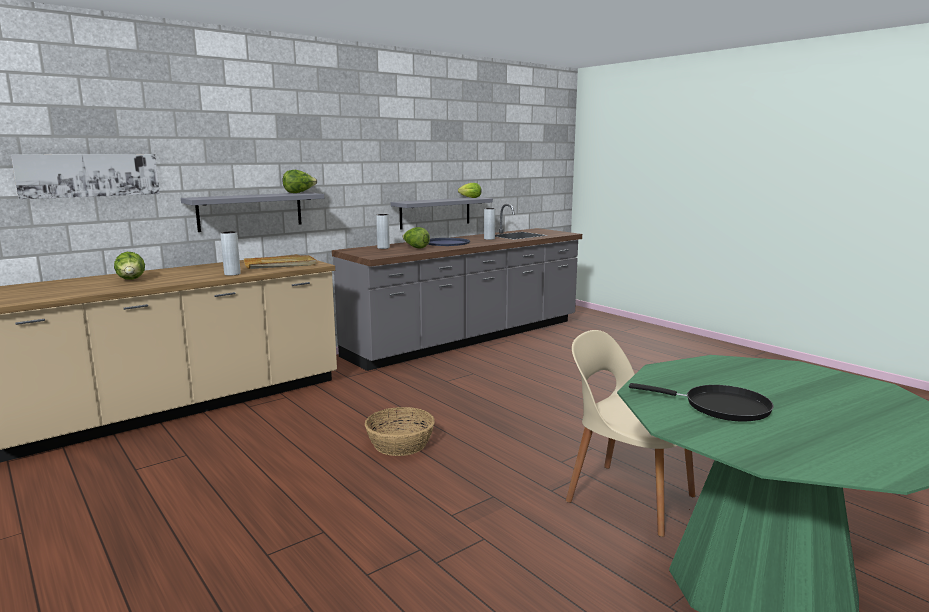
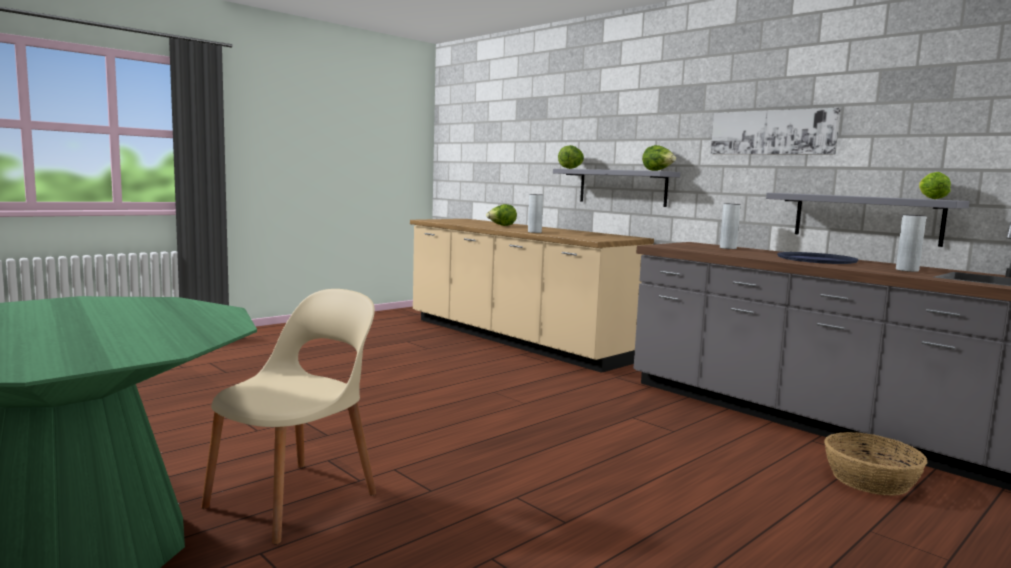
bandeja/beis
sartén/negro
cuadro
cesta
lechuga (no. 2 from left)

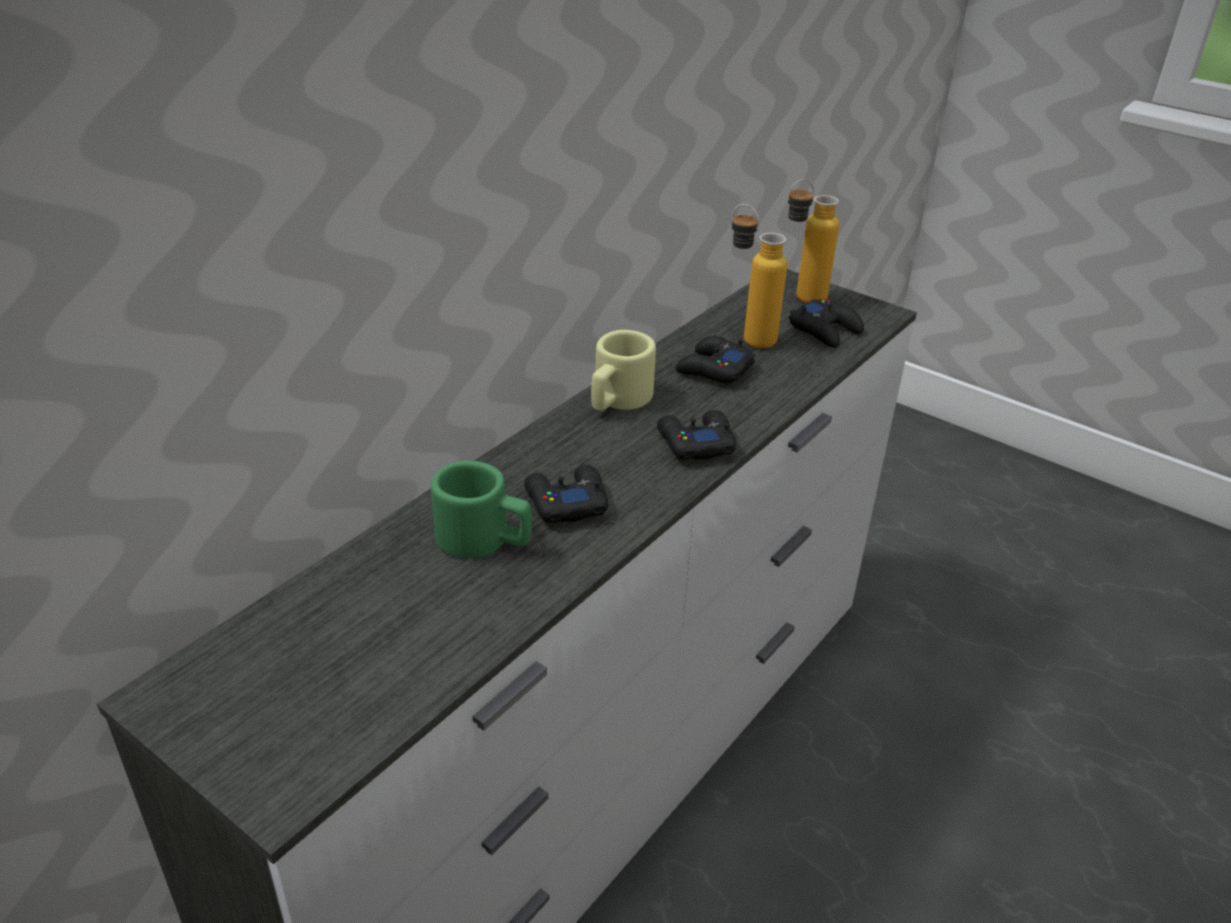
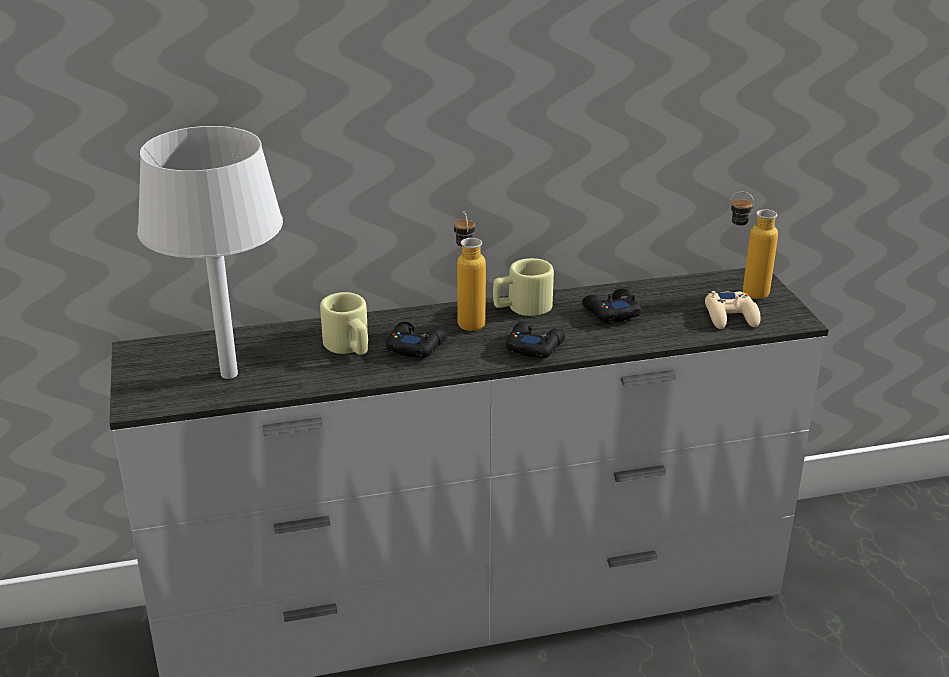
lámpara de mesa/gris
botella (no. 1 from left)
taza grande/beis (no. 1 from left)
mando de consola/beis

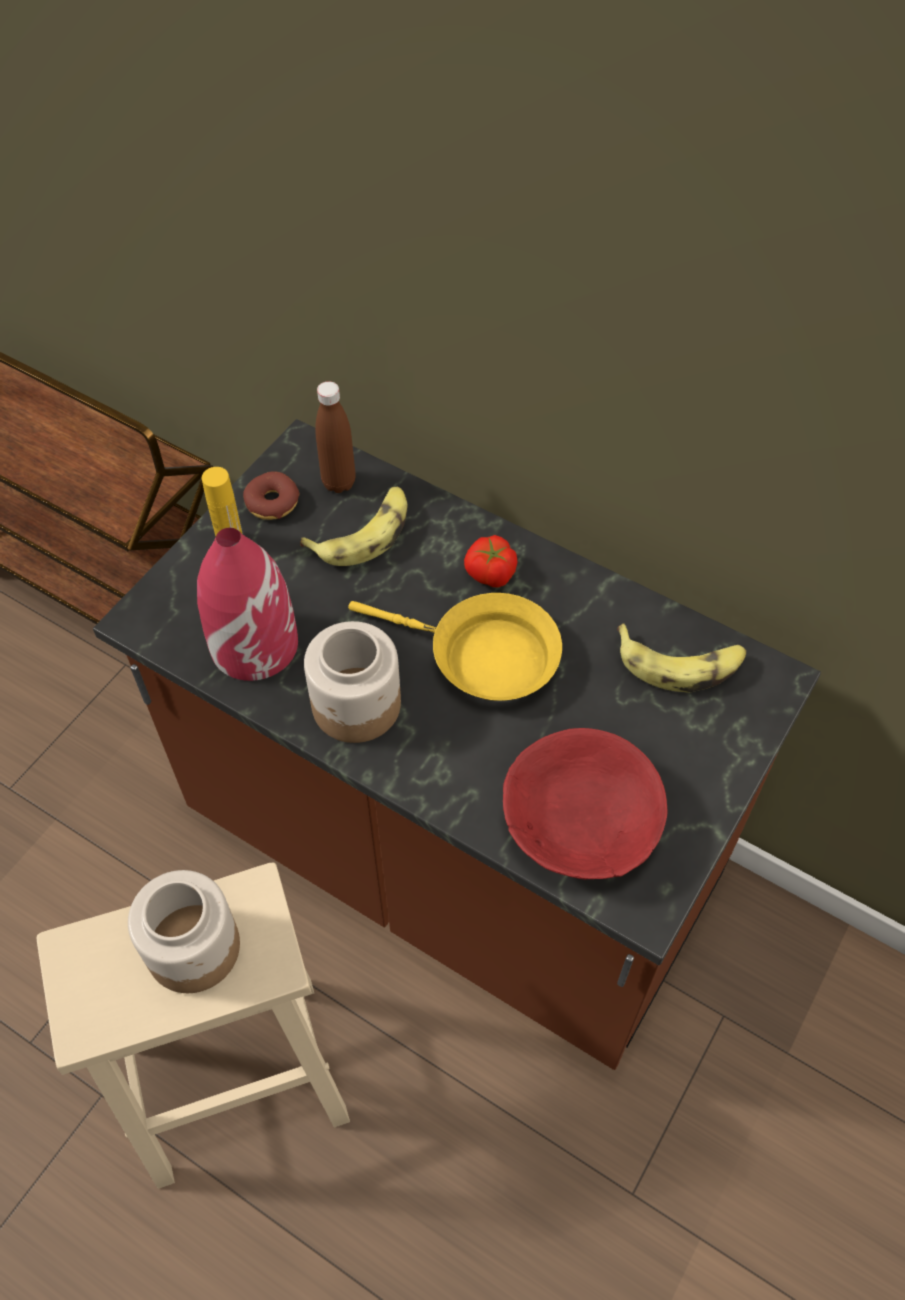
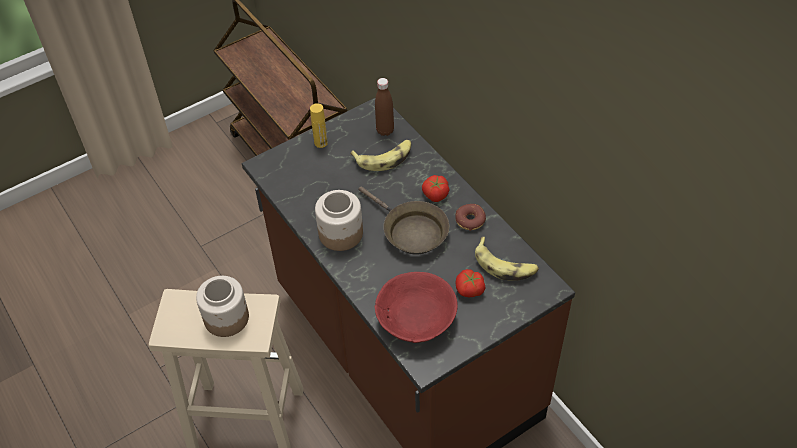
florero/rojo
tomate (no. 2 from left)
rosquilla
sartén/marrón

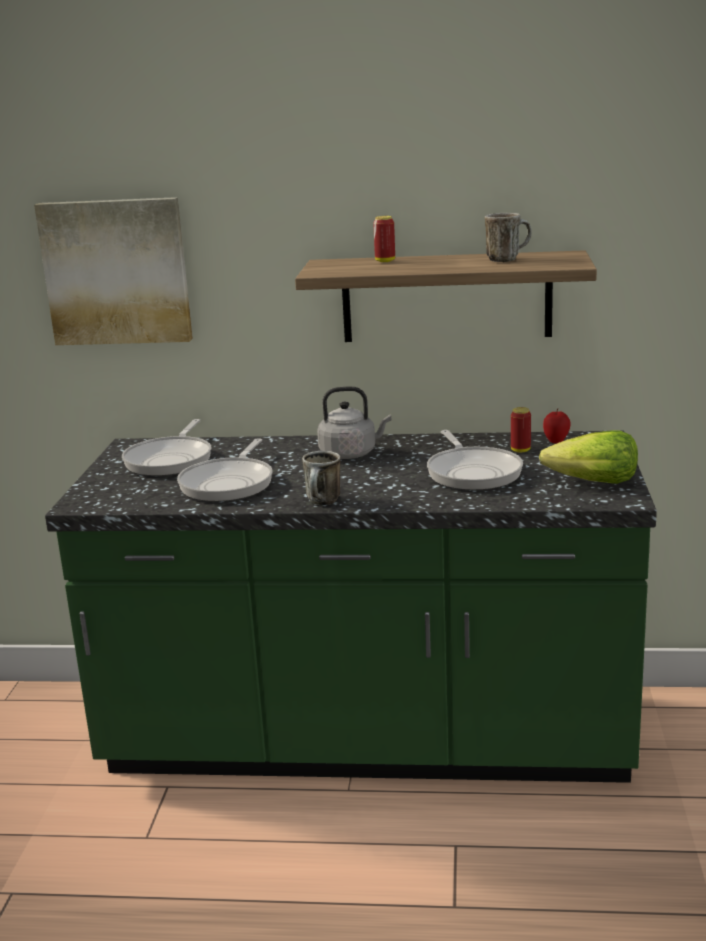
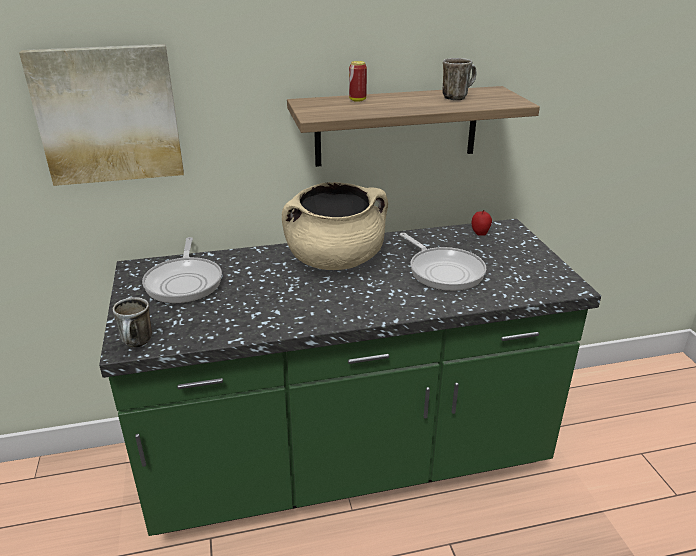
sartén (no. 2 from left in the first image)
lata (no. 2 from left in the first image)
lechuga
taza grande (no. 1 from left)
olla/beis

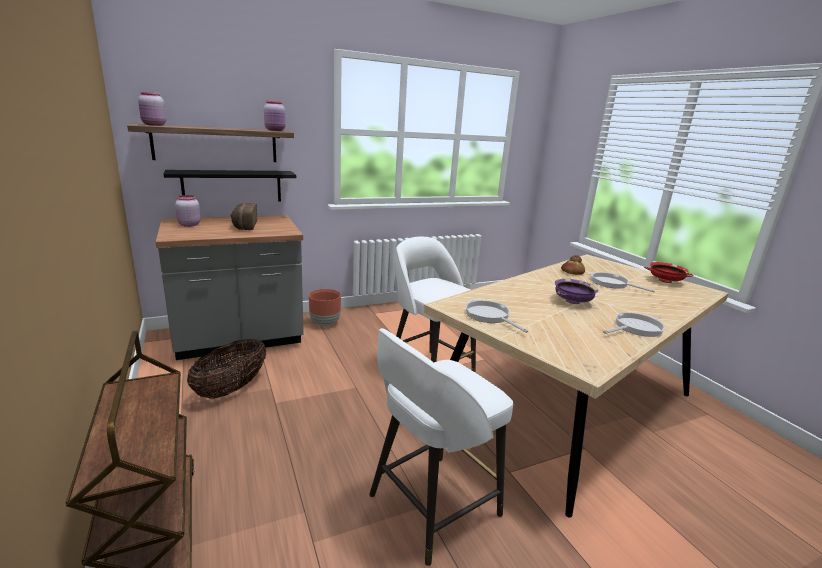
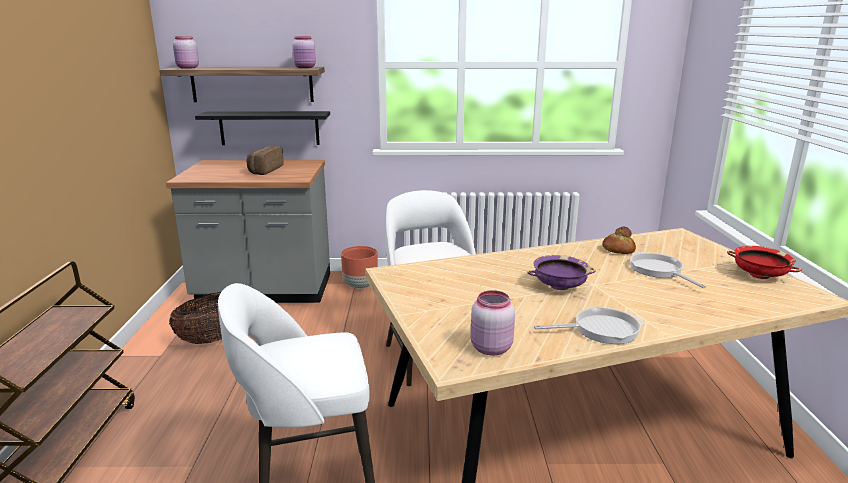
sartén (no. 1 from left in the first image)
tarro/rosa (no. 3 from left)

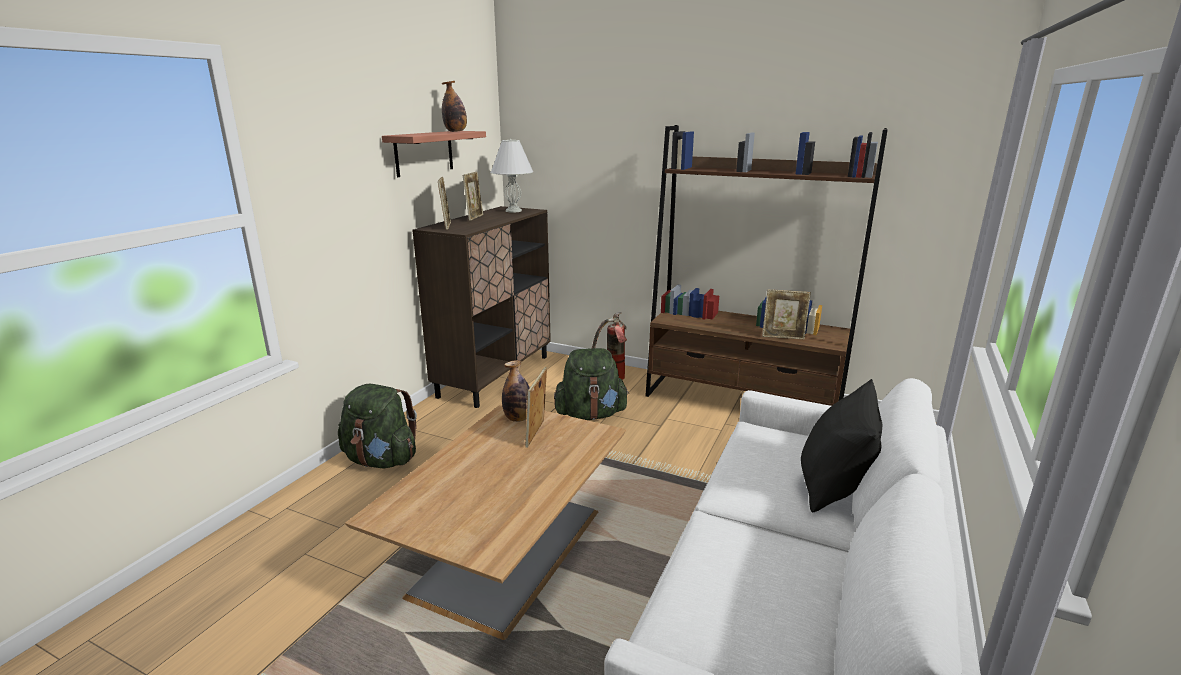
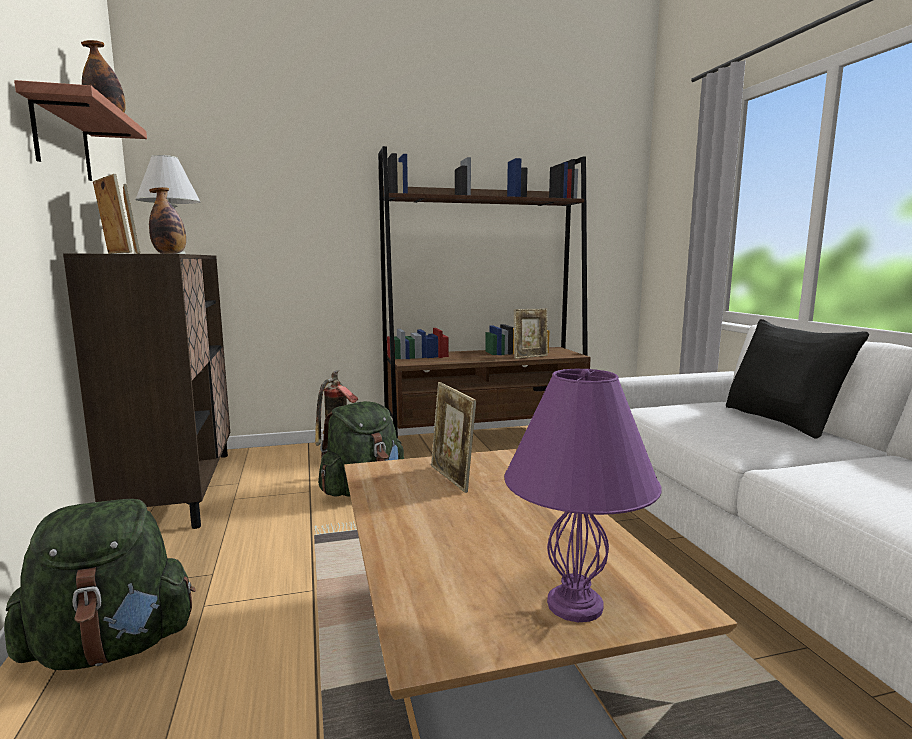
lámpara de mesa/morado
botella (no. 2 from left)

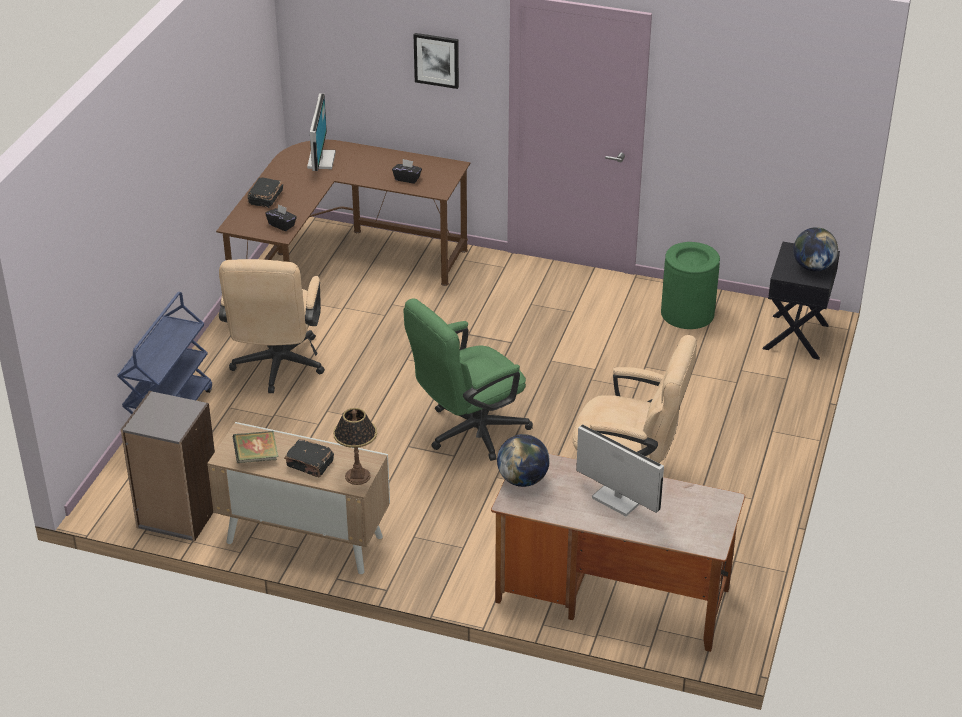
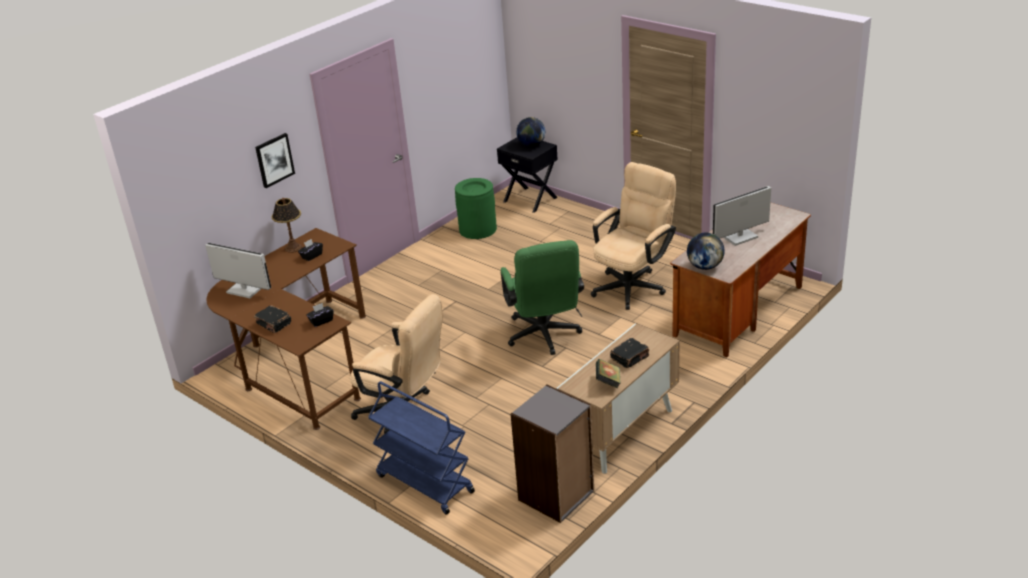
lámpara de mesa

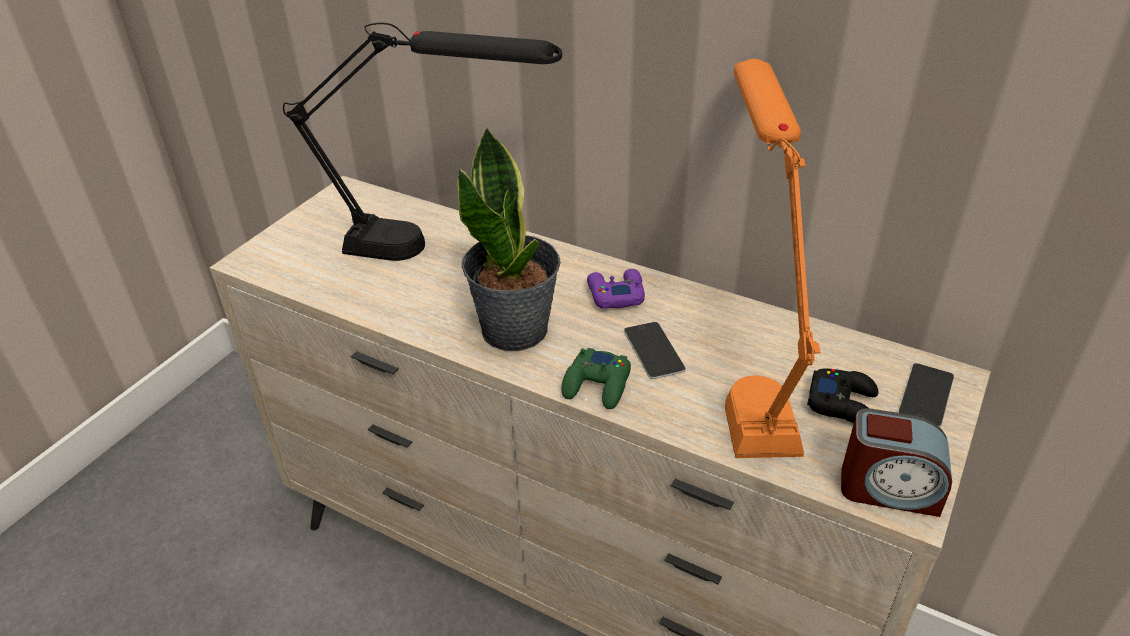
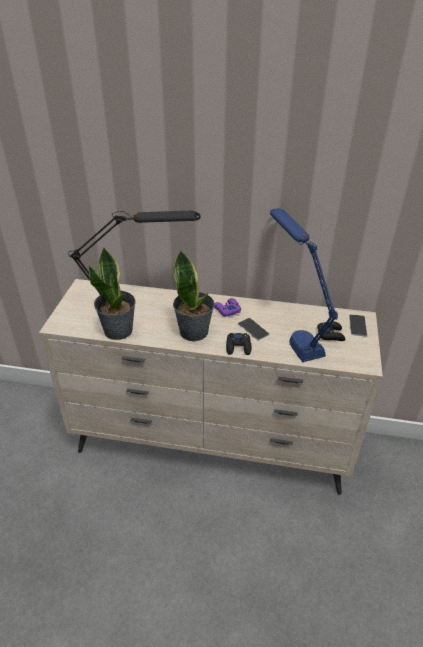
despertador
planta en maceta (no. 1 from left)
mando de consola/negro (no. 1 from left)
lámpara de mesa/azul

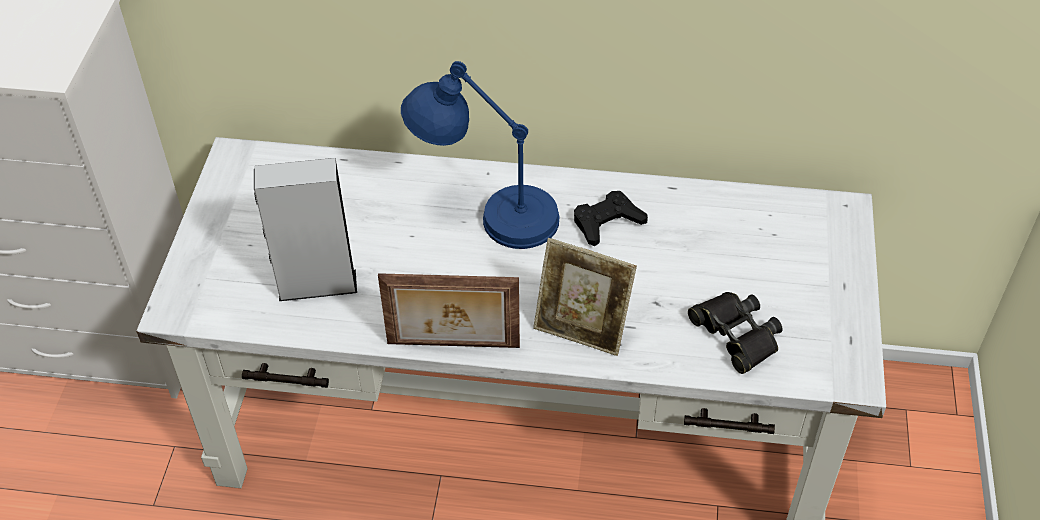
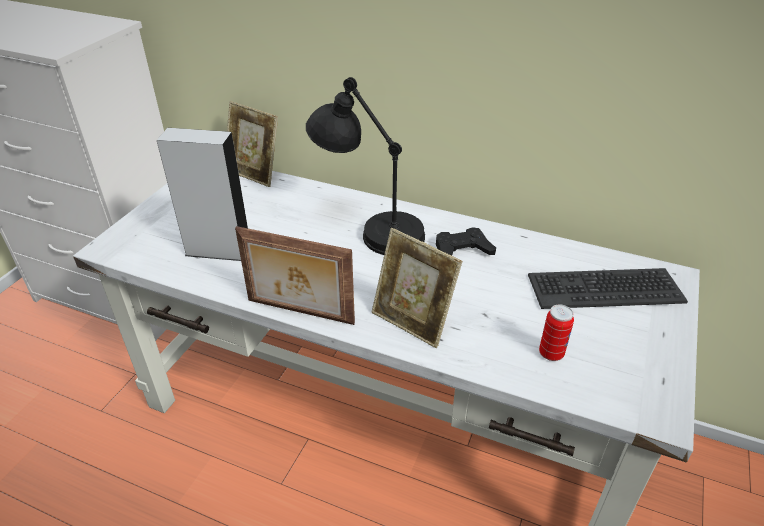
portarretratos (no. 1 from left)
teclado
lata
lámpara de mesa/negro

